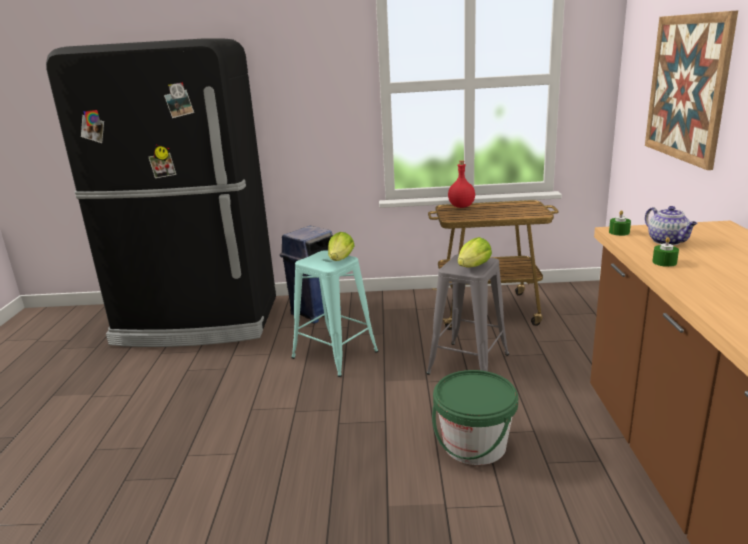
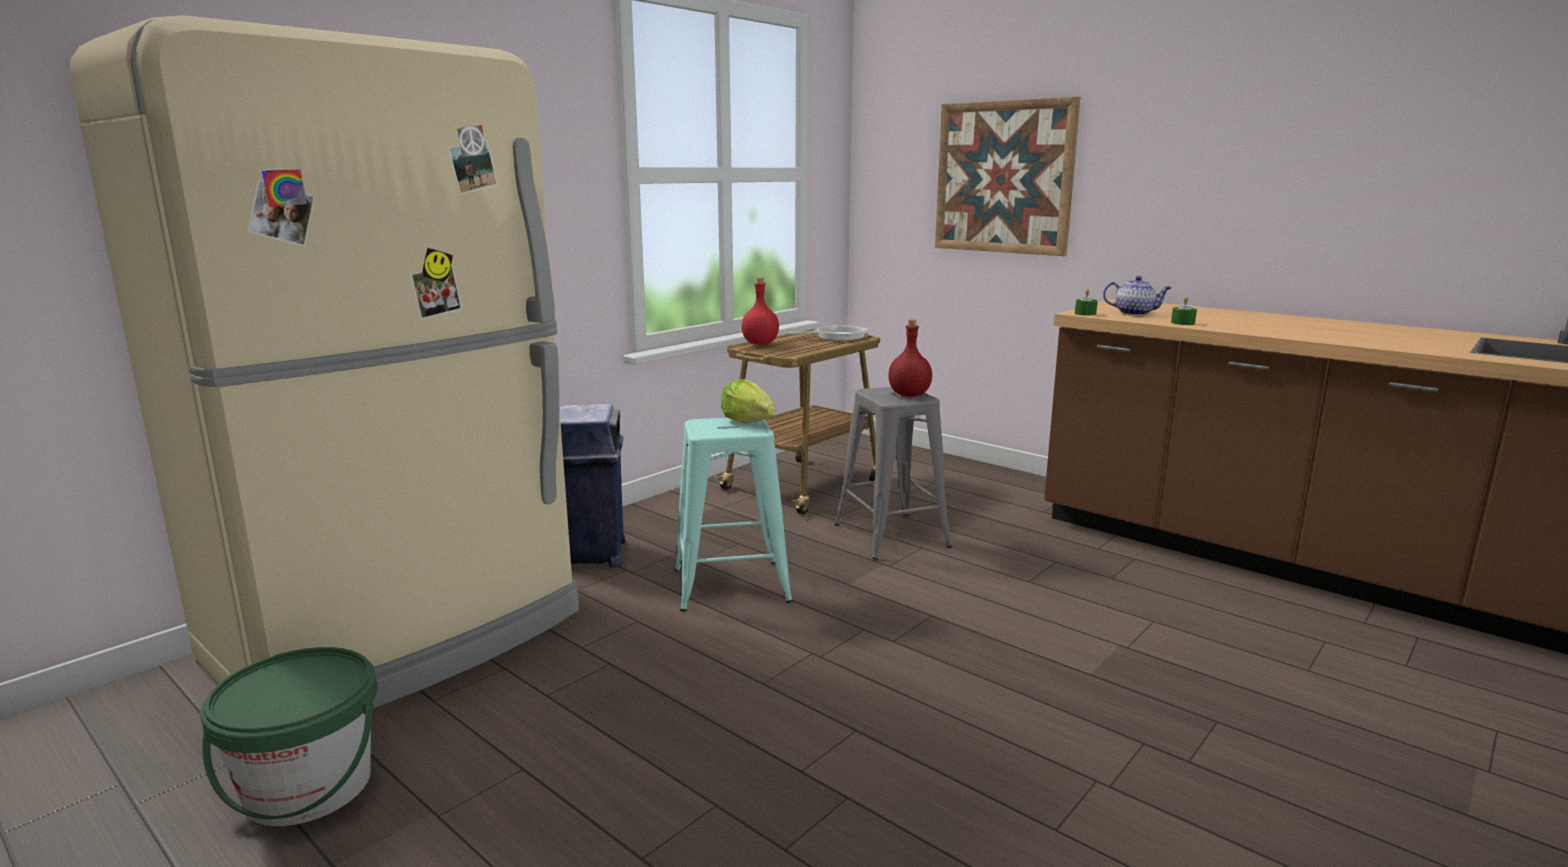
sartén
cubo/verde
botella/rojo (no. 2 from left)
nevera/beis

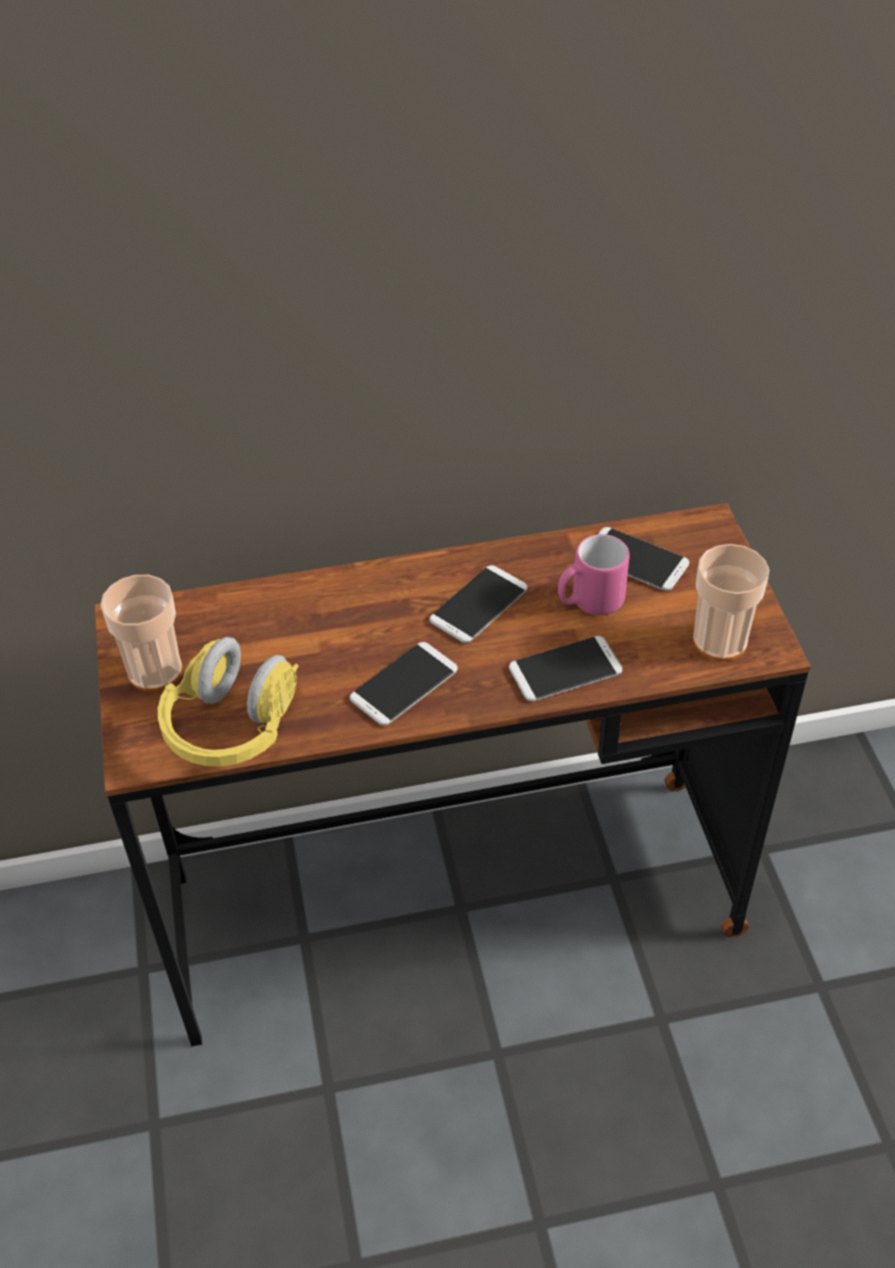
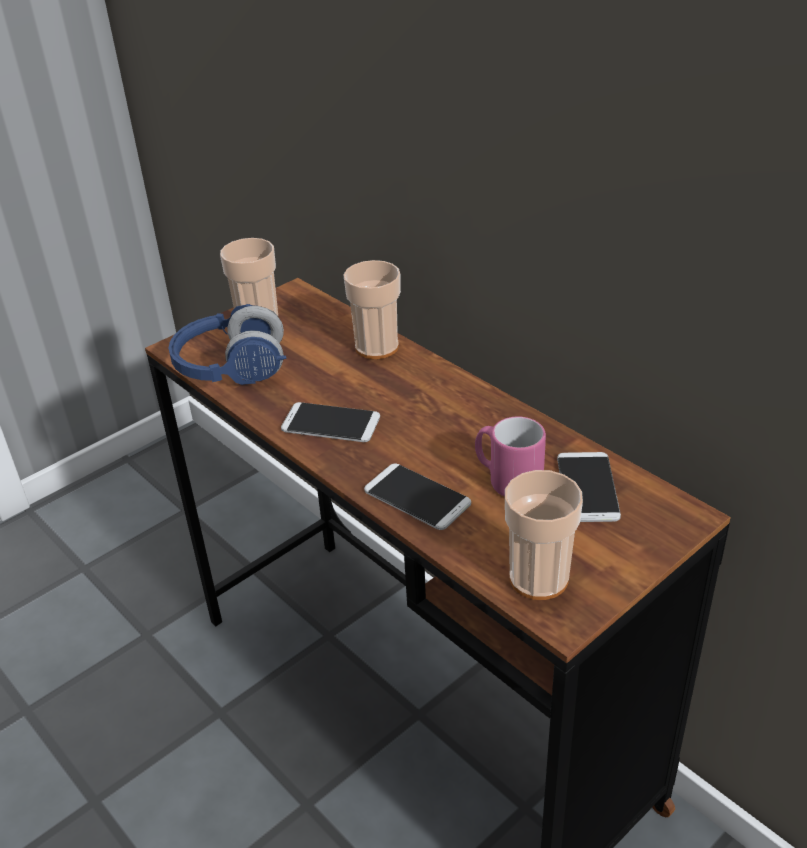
móvil (no. 2 from left in the first image)
taza (no. 2 from left)
auriculares/azul

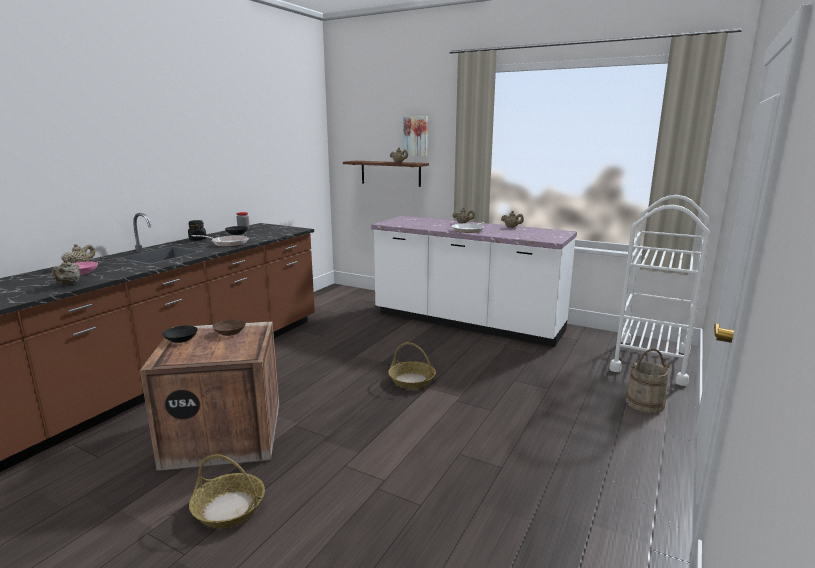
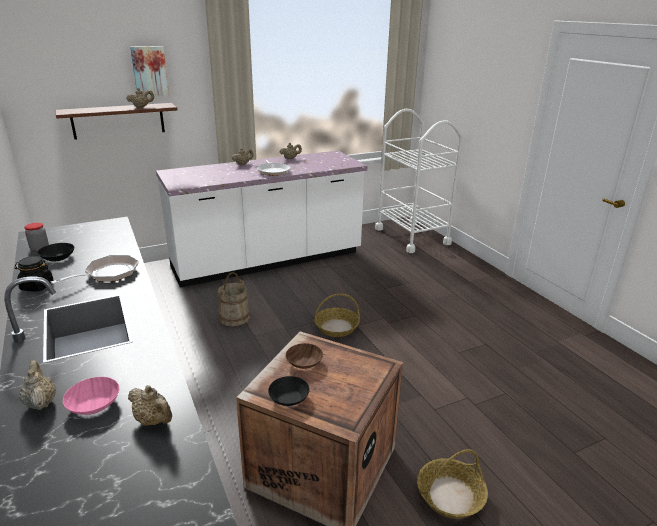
cubo/beis

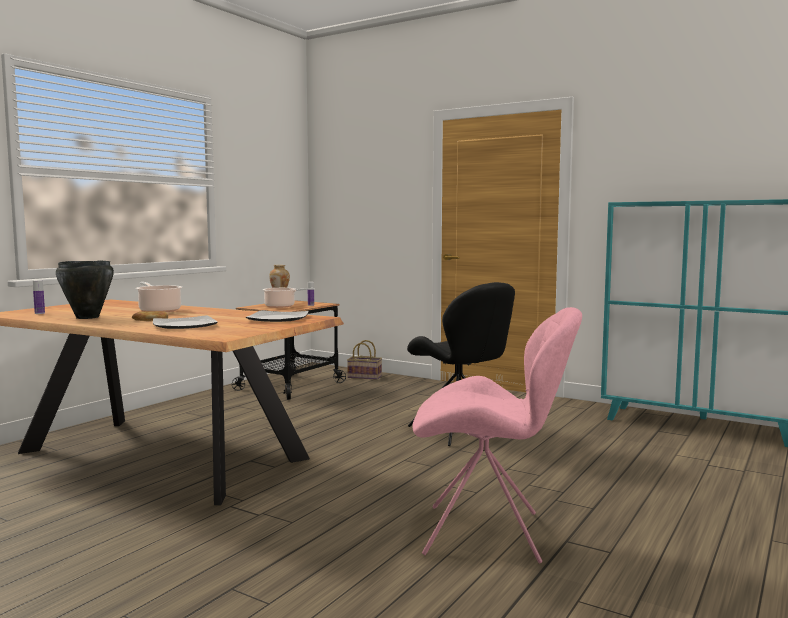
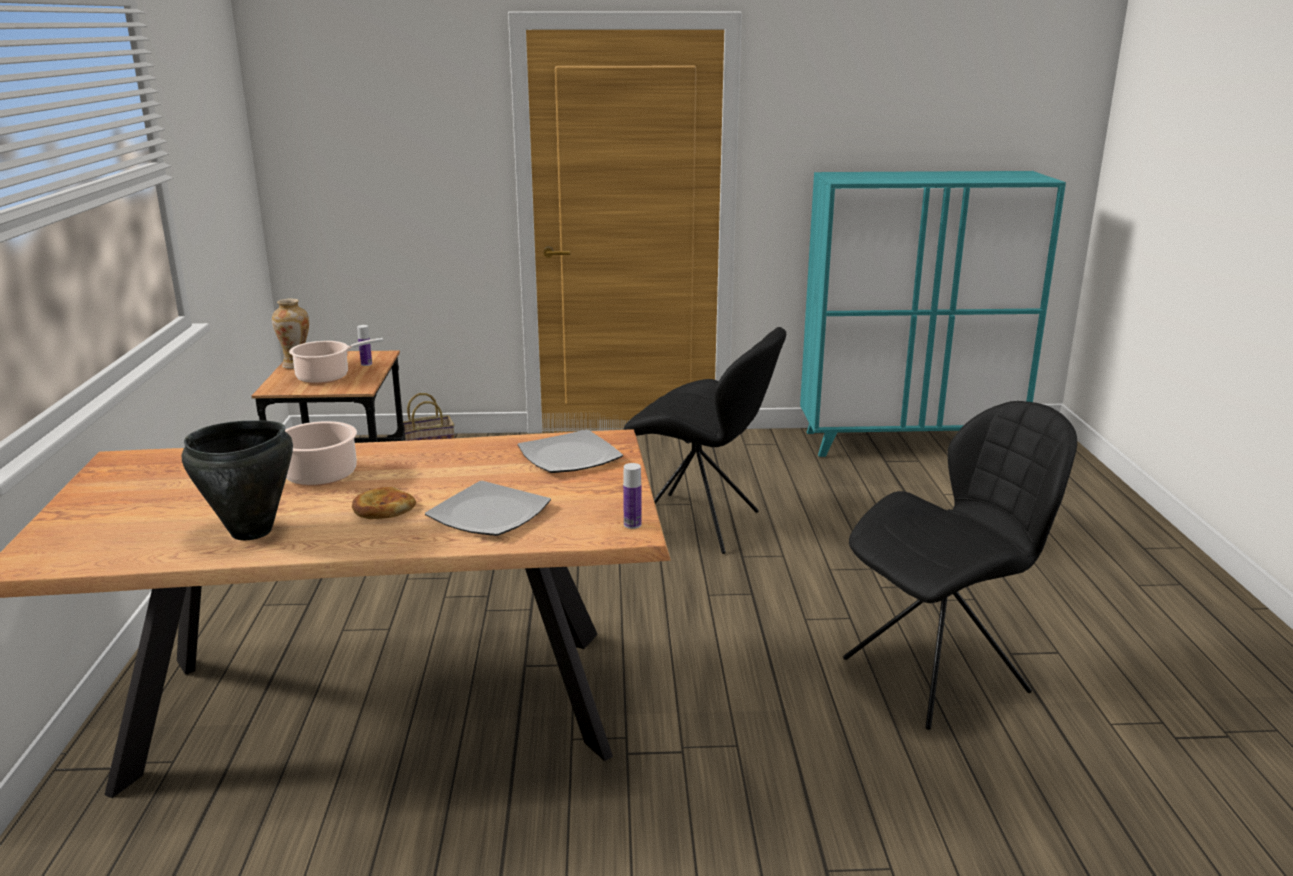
botella (no. 2 from left)
silla/negro (no. 2 from left)

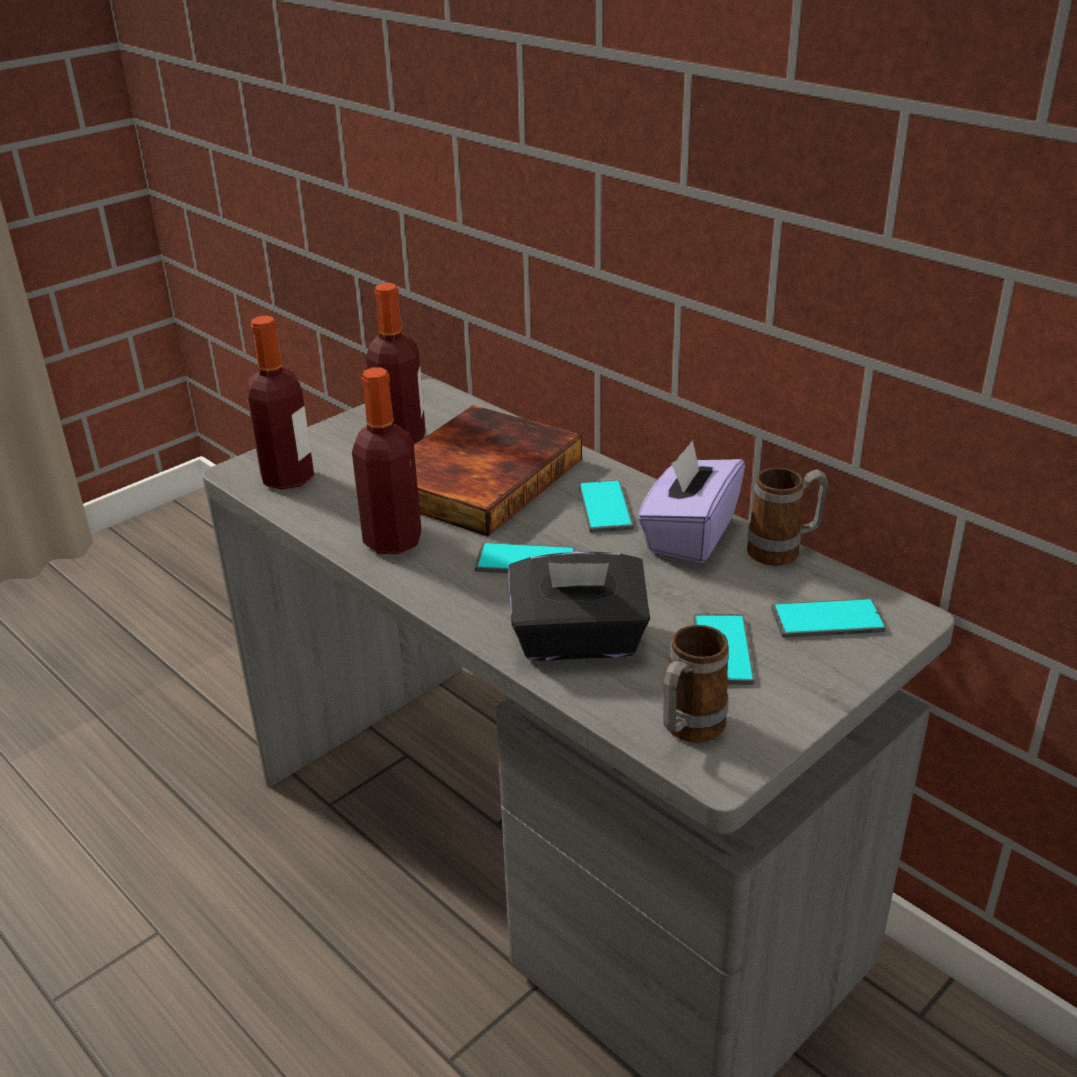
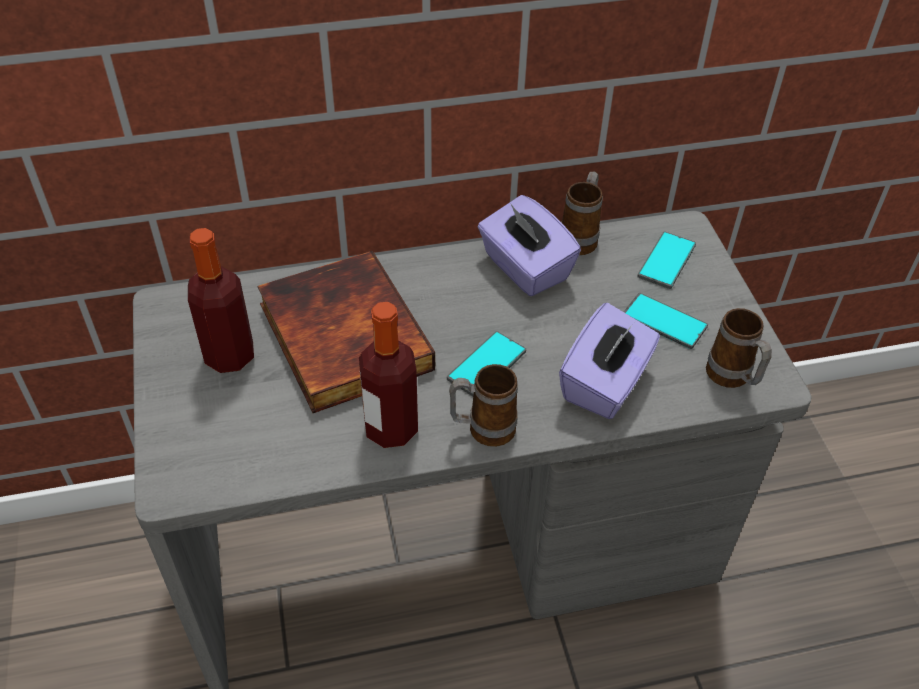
botella (no. 1 from left in the first image)
móvil (no. 2 from left in the first image)
taza grande (no. 1 from left)
caja de pañuelos/morado (no. 2 from left)

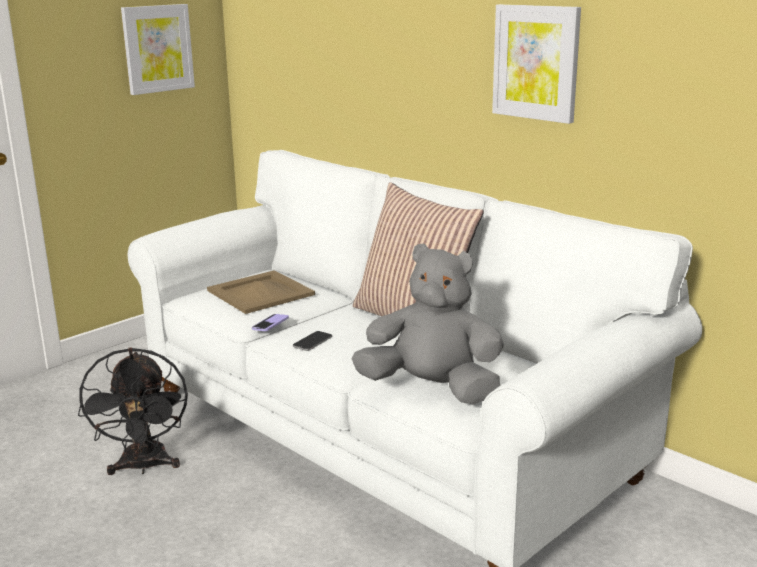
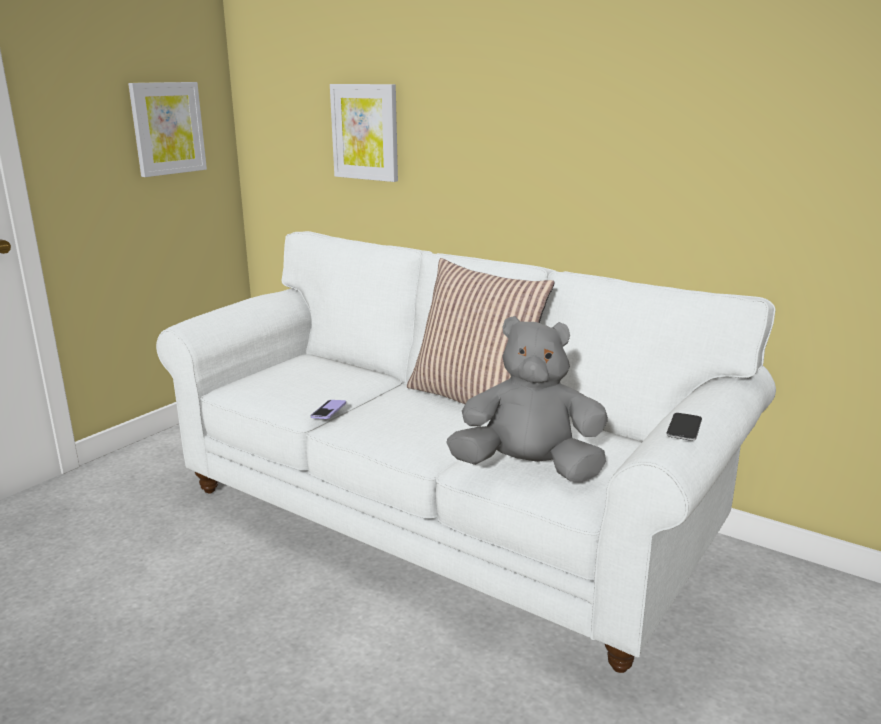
ventilador/negro
bandeja/beis
móvil (no. 2 from left)
cuadro (no. 2 from left)

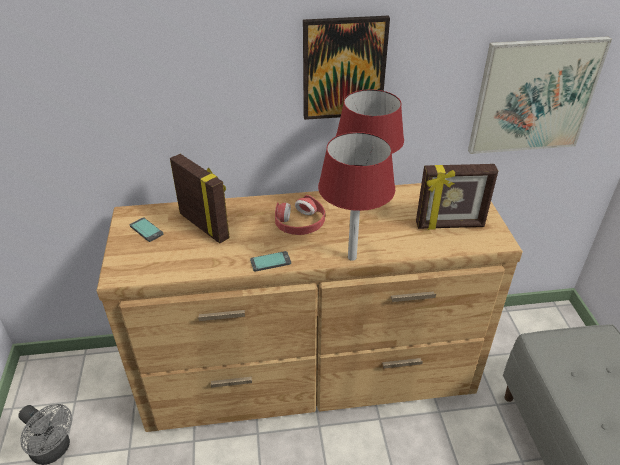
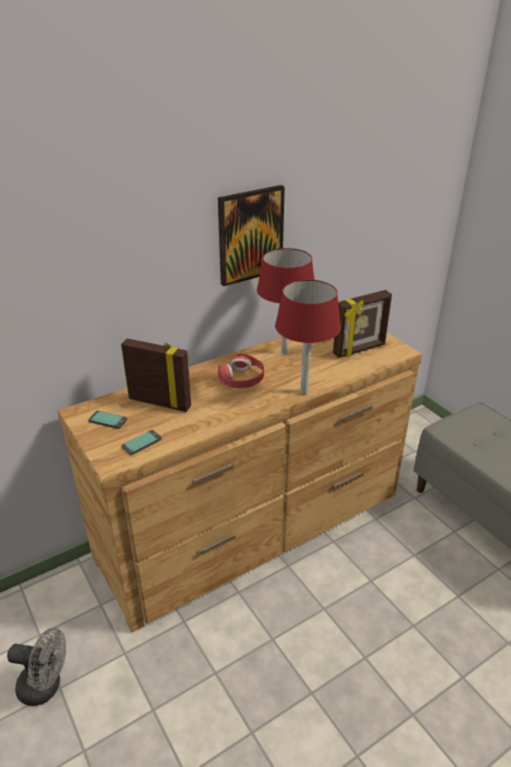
cuadro (no. 2 from left in the first image)
móvil (no. 2 from left)

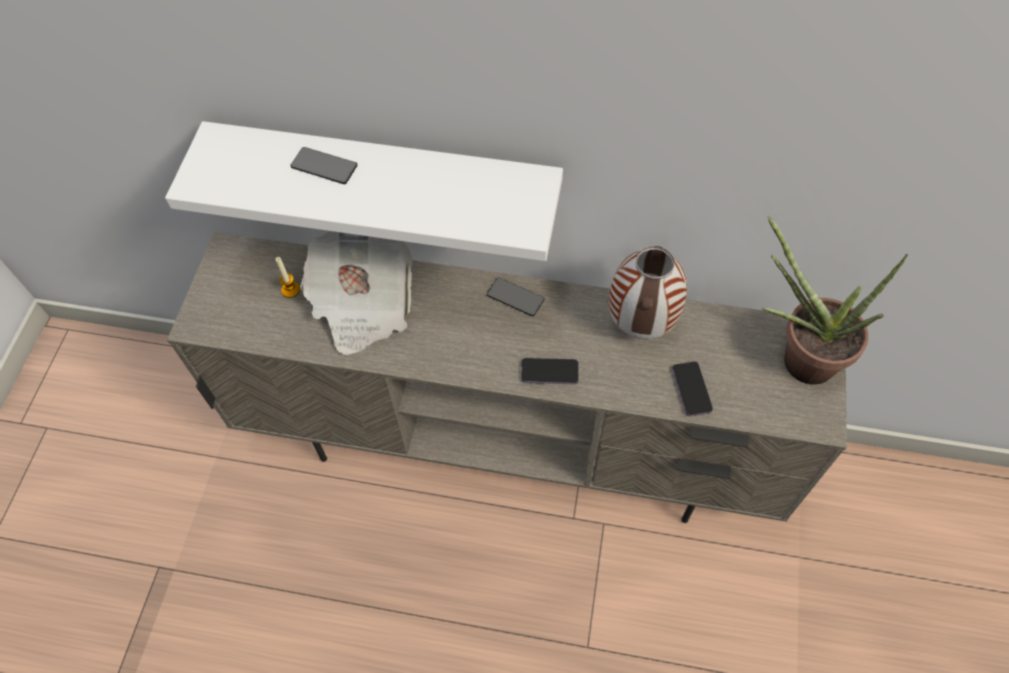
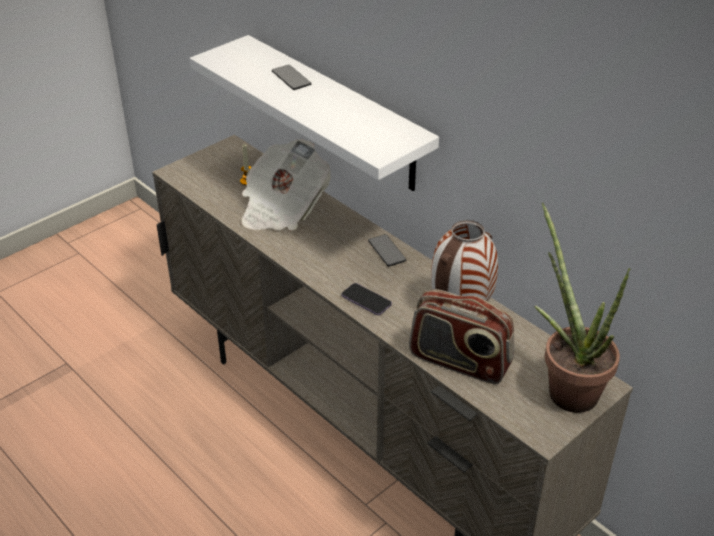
radio

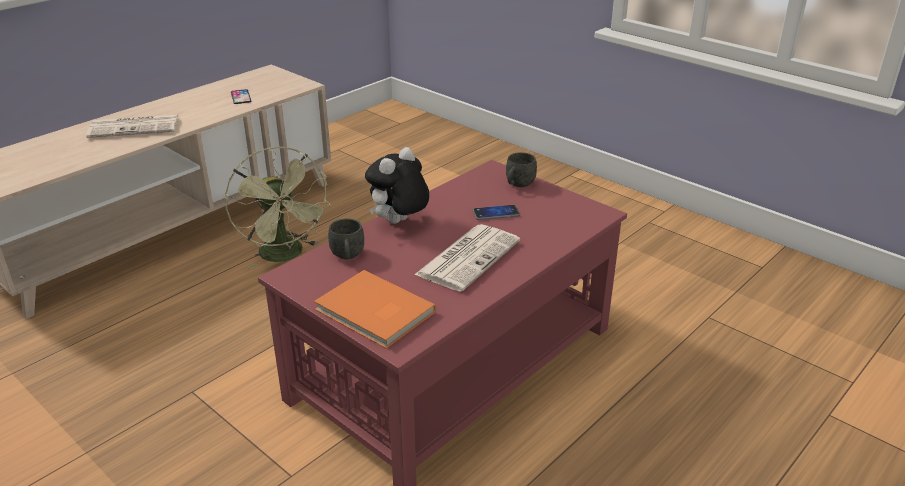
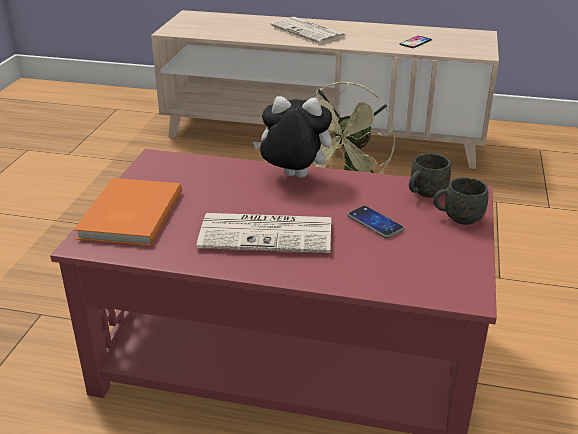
taza grande/gris (no. 1 from left)

